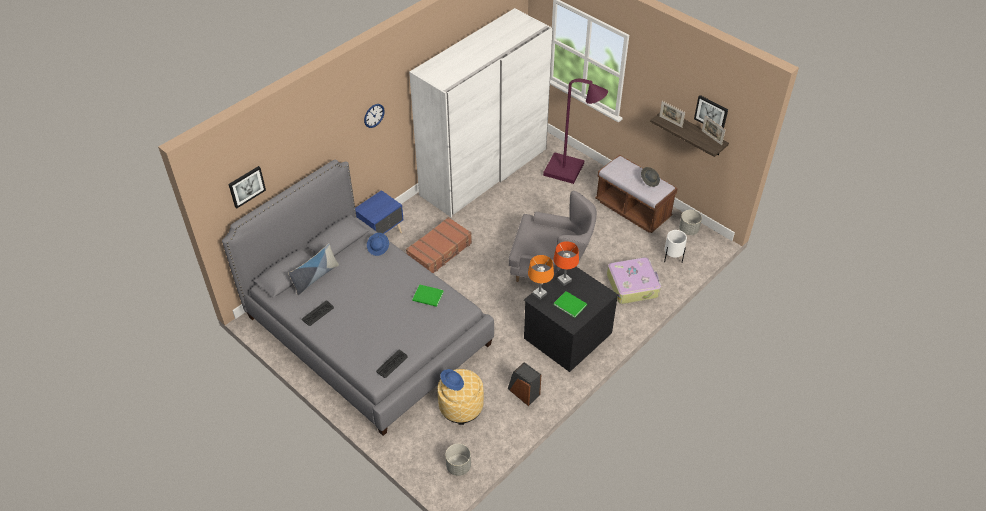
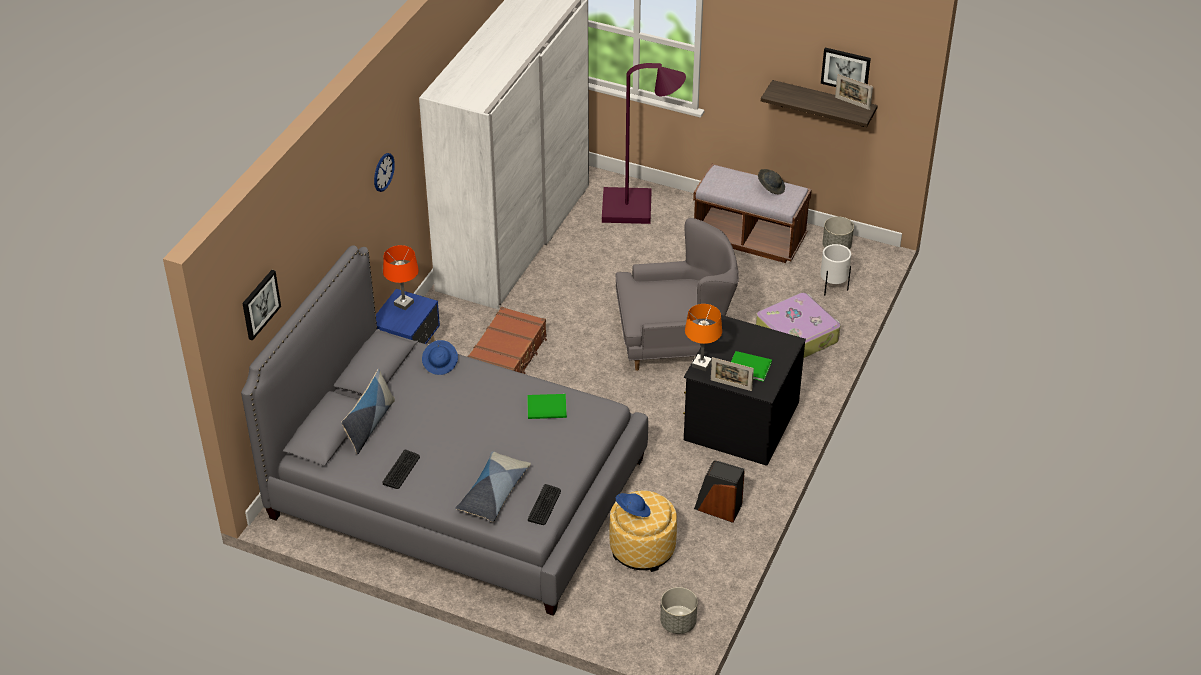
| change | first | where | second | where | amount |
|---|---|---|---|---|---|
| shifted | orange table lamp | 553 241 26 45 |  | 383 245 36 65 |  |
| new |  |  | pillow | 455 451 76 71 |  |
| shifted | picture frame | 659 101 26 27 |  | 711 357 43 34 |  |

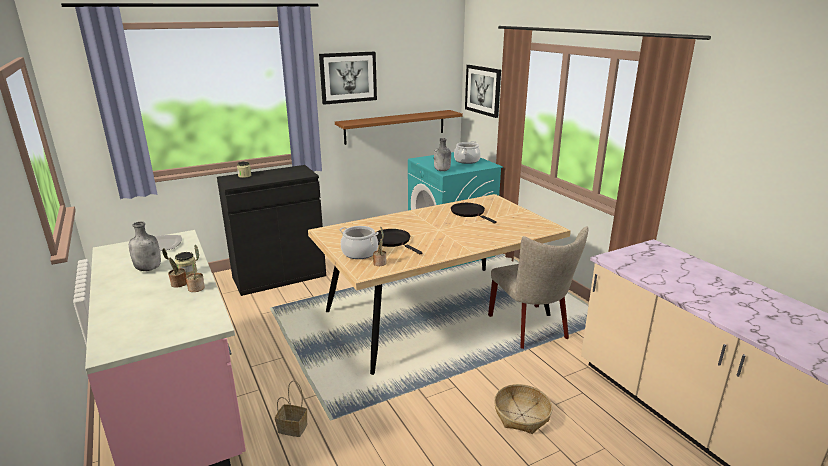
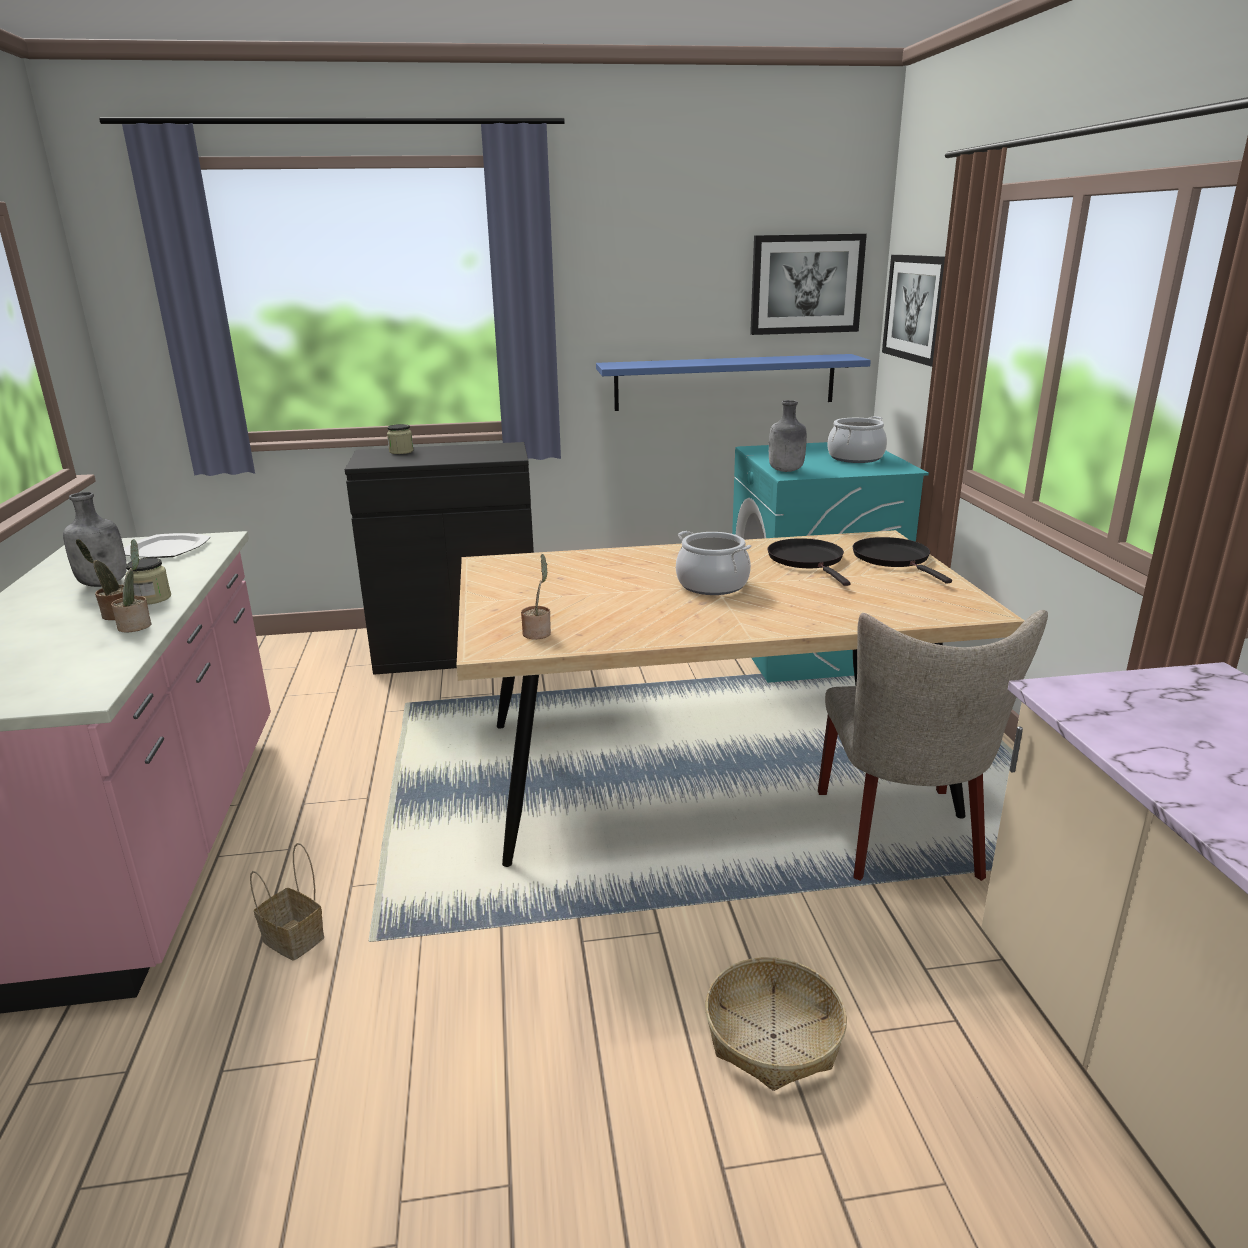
| change | first | where | second | where | amount |
|---|---|---|---|---|---|
| repainted | brown shelf | 335 110 128 35 | blue shelf | 596 354 275 57 |  |
| shifted | cooking pot | 339 226 40 33 |  | 676 531 75 64 |  |
| shifted | picture | 319 52 58 53 |  | 750 234 117 101 |  |
| shifted | black frying pan | 375 229 47 25 |  | 853 537 99 46 |  |

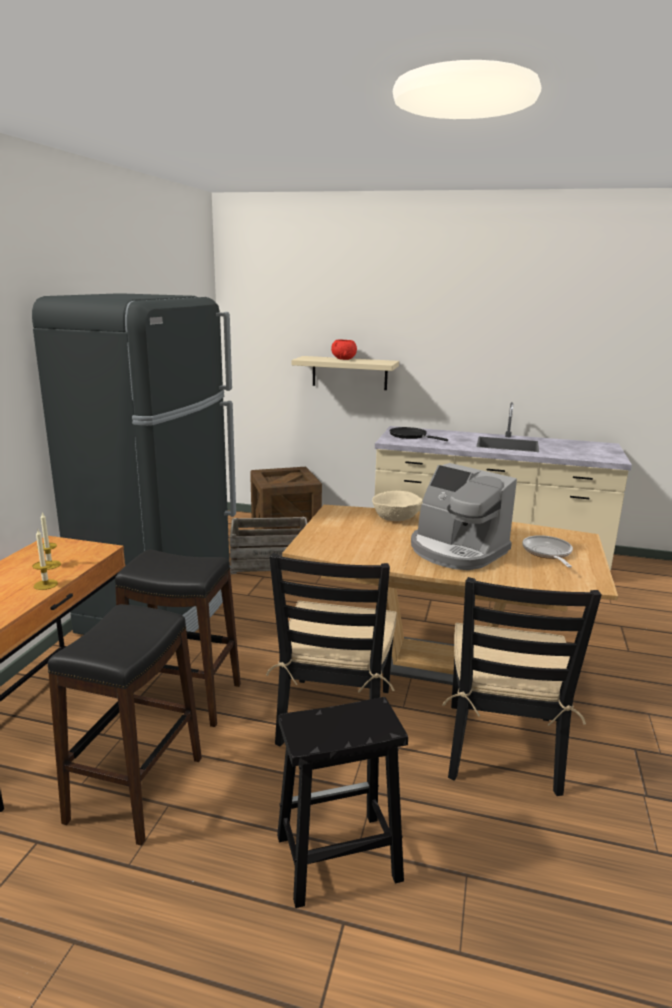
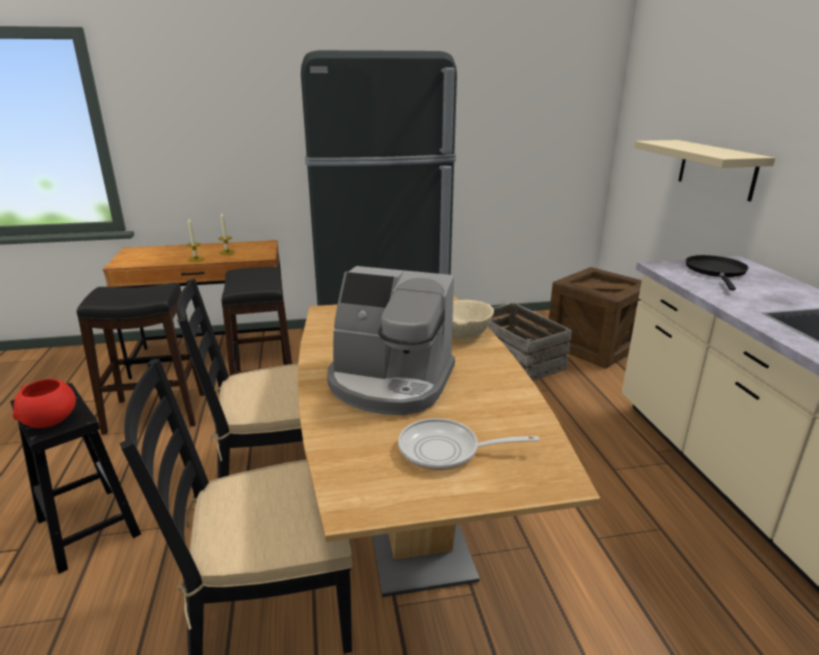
| change | first | where | second | where | amount |
|---|---|---|---|---|---|
| shifted | red bowl | 331 340 26 20 |  | 13 379 63 49 |  |
| rotated | coffee machine | 411 463 106 107 |  | 327 266 128 149 | 90 degrees counterclockwise |
| rotated | frying pan | 522 535 51 33 |  | 398 418 141 53 | 150 degrees counterclockwise |

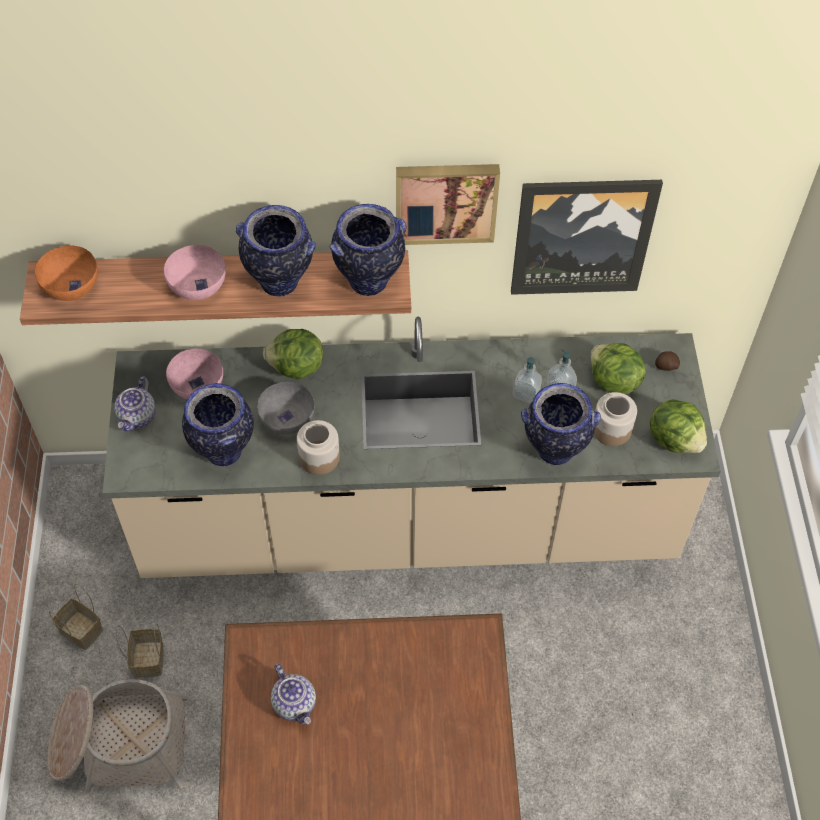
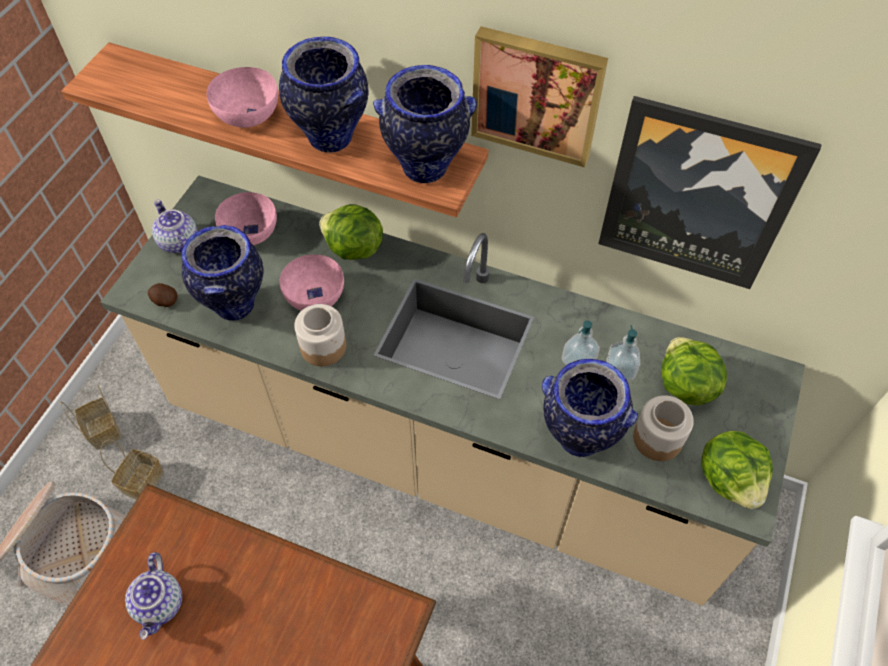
| change | first | where | second | where | amount |
|---|---|---|---|---|---|
| shifted | potato | 655 351 25 20 |  | 148 283 29 24 |  |
| rotated | teapot | 114 376 42 55 |  | 152 199 45 54 | 105 degrees clockwise |
| repainted | grey bowl | 257 382 58 53 | pink bowl | 280 254 64 57 |  |
| gone | orange bowl | 35 245 63 56 |  |  |  |

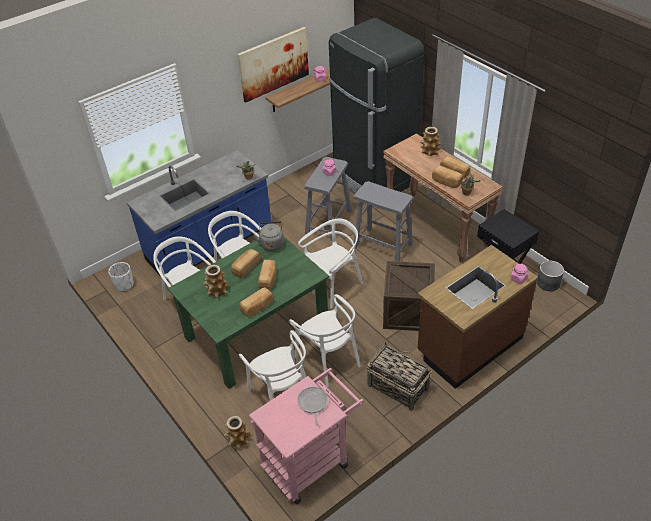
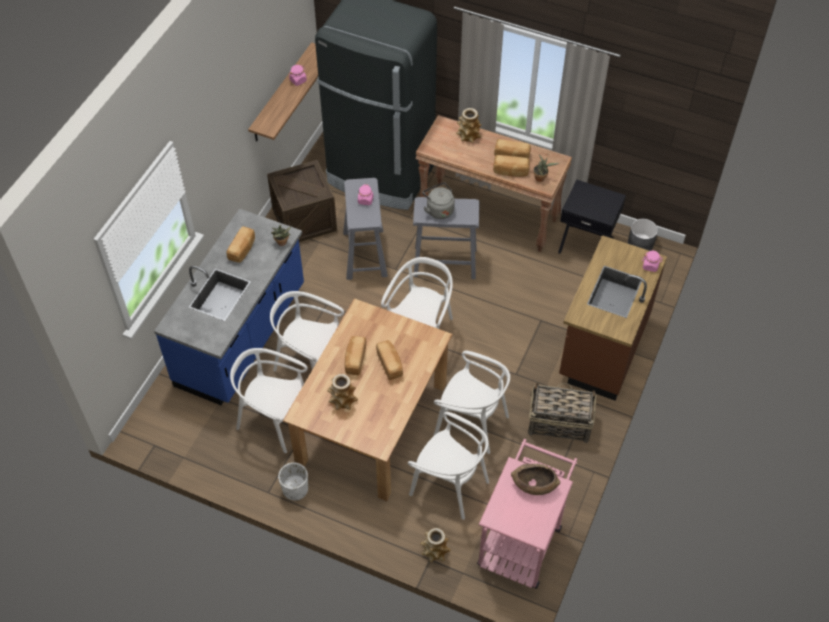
| change | first | where | second | where | amount |
|---|---|---|---|---|---|
| shifted | bread | 239 287 34 30 |  | 227 226 28 37 |  |
| shifted | crate | 383 261 52 70 |  | 267 160 70 82 |  |
| shifted | white planter | 108 262 26 30 |  | 278 463 30 38 |  |
| repainted | green dining table | 167 237 163 152 | brown dining table | 283 298 170 203 |  |
| shifted | grey kettle | 254 221 30 30 |  | 422 182 33 37 |  |
| swapped | frying pan | 297 387 31 38 | brown bowl | 511 464 49 31 |  |
| gone | picture | 237 27 72 76 |  |  |  |

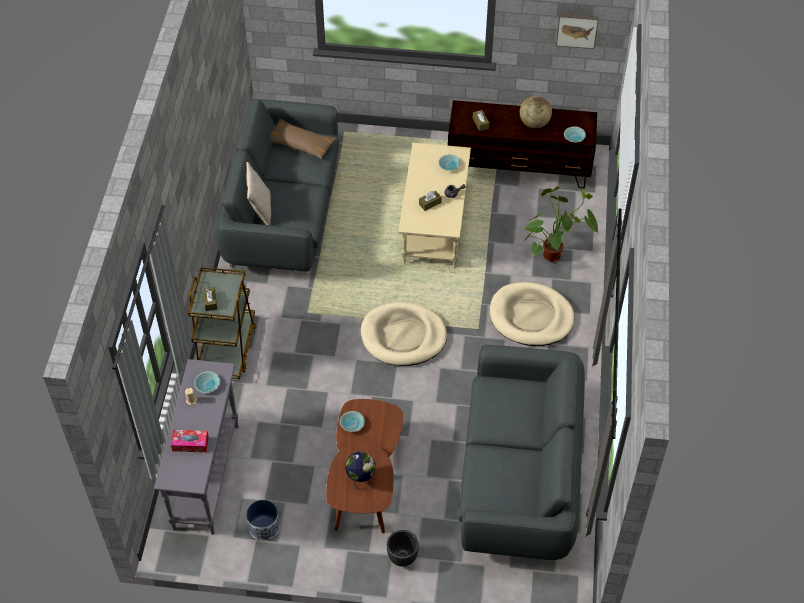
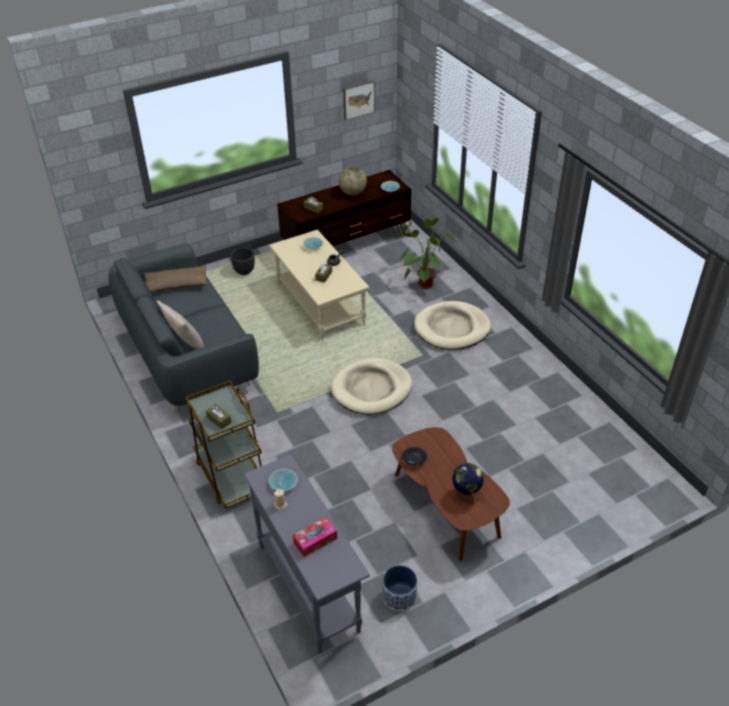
| change | first | where | second | where | amount |
|---|---|---|---|---|---|
| shifted | black planter | 387 530 32 37 |  | 231 248 24 27 |  |
| repainted | turquoise bowl | 340 411 25 21 | black bowl | 402 447 25 19 |  |
| gone | grey sofa | 458 345 127 215 |  |  |  |

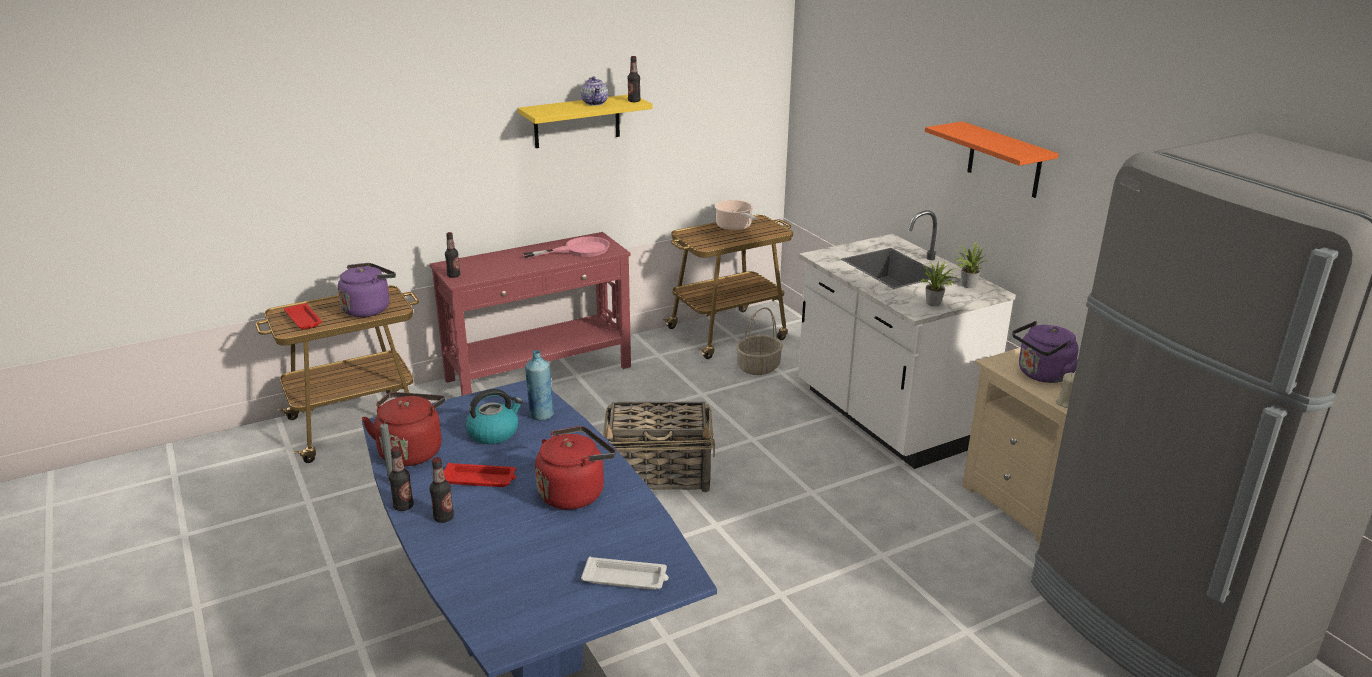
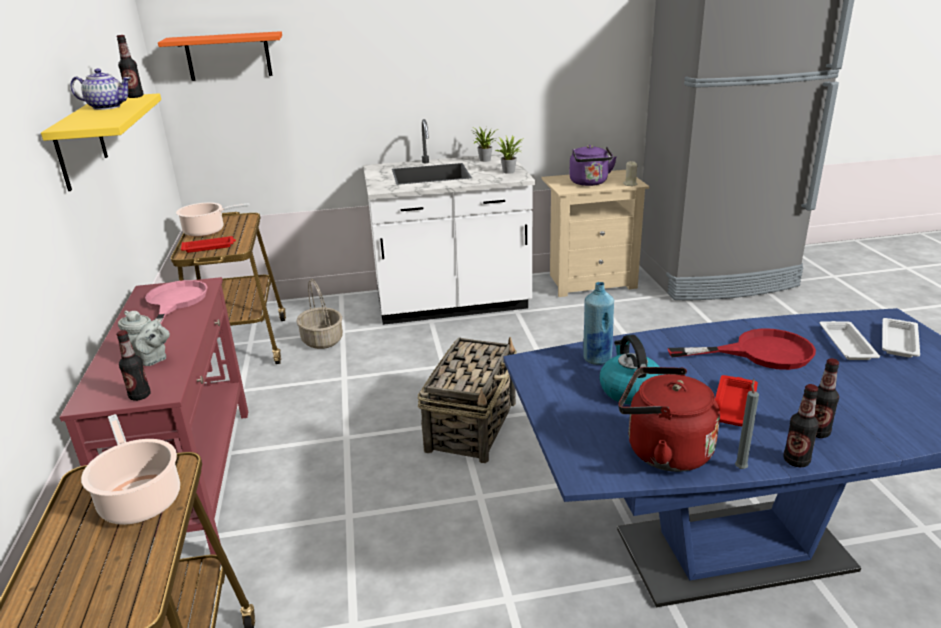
| change | first | where | second | where | amount |
|---|---|---|---|---|---|
| swapped | purple kettle | 338 263 58 54 | cooking pot | 81 414 99 111 |  |
| new |  |  | grey teapot | 118 311 52 55 |  |
| shifted | orange shelf | 925 121 134 77 |  | 158 31 124 50 |  |
| shifted | red tray | 284 303 38 27 |  | 181 236 55 17 |  |
| swapped | red kettle | 535 426 81 84 | red frying pan | 668 328 148 42 |  |
| new |  |  | white tray | 820 321 60 39 |  |

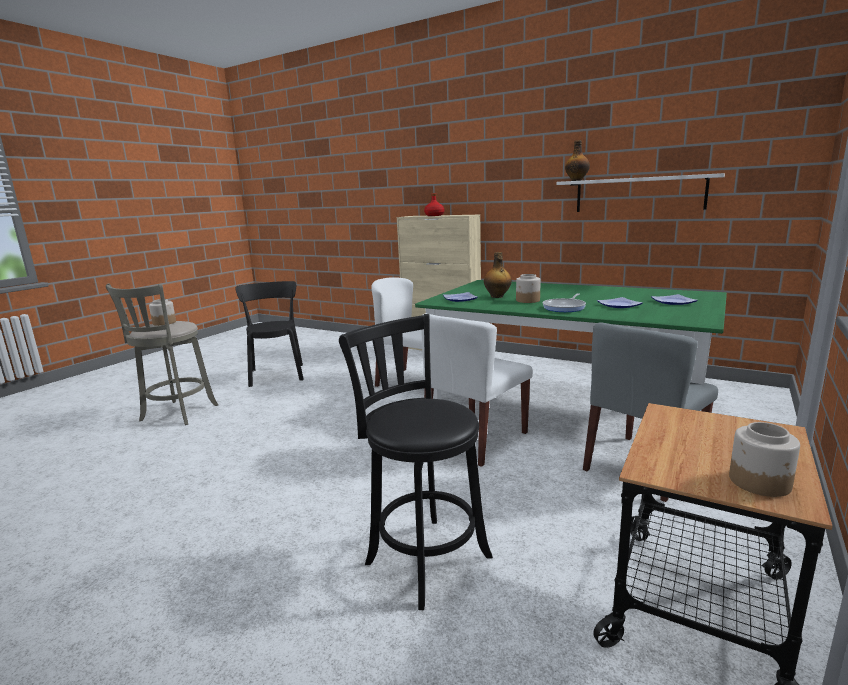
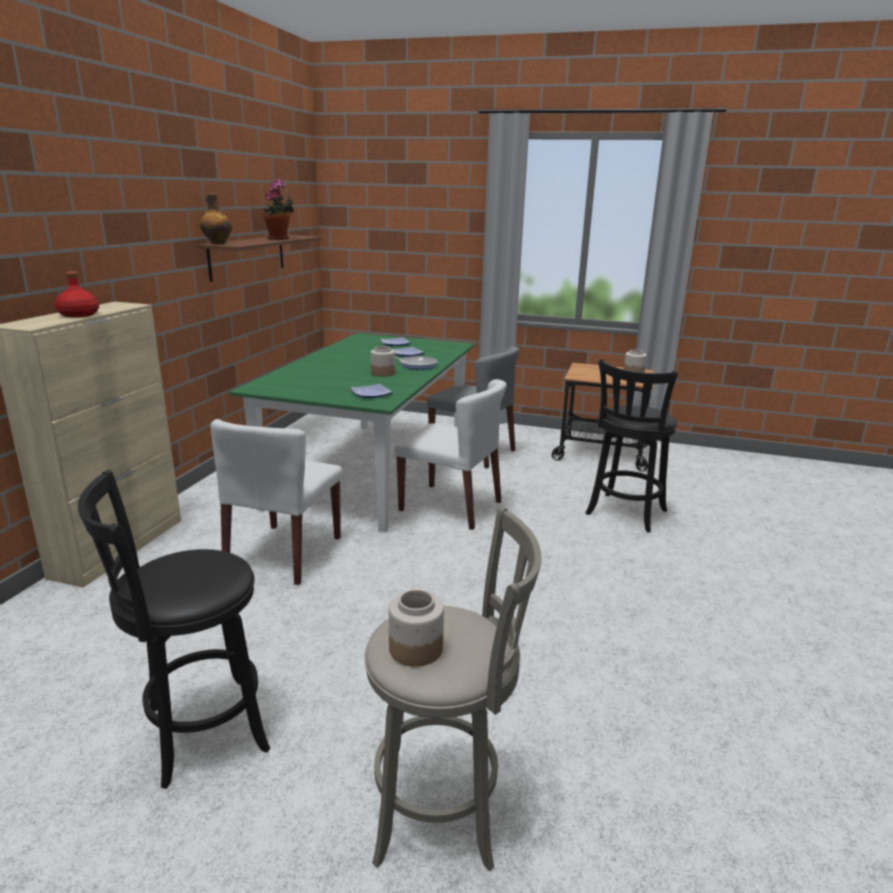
| change | first | where | second | where | amount |
|---|---|---|---|---|---|
| swapped | black chair | 235 281 69 106 | black stool | 78 470 192 319 |  |
| repainted | white shelf | 556 173 169 39 | brown shelf | 197 235 124 47 |  |
| new |  |  | potted plant | 262 178 32 62 |  |
| gone | bottle | 484 252 28 46 |  |  |  |

